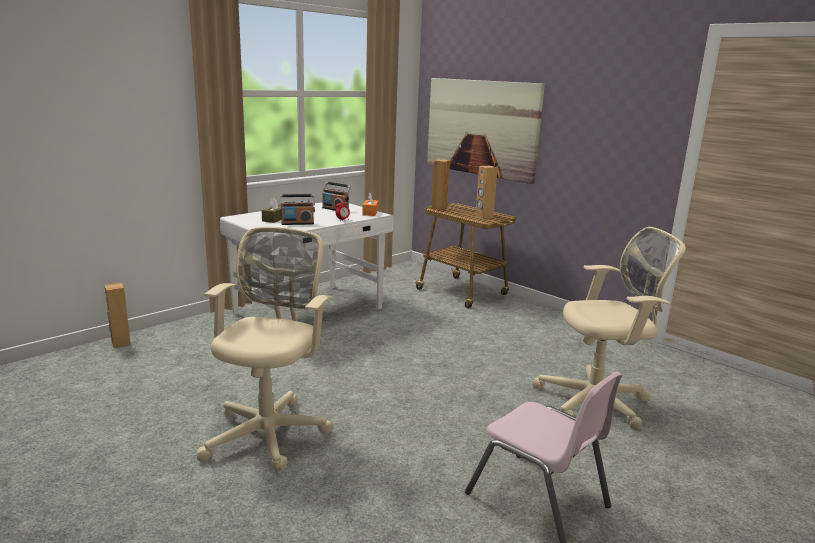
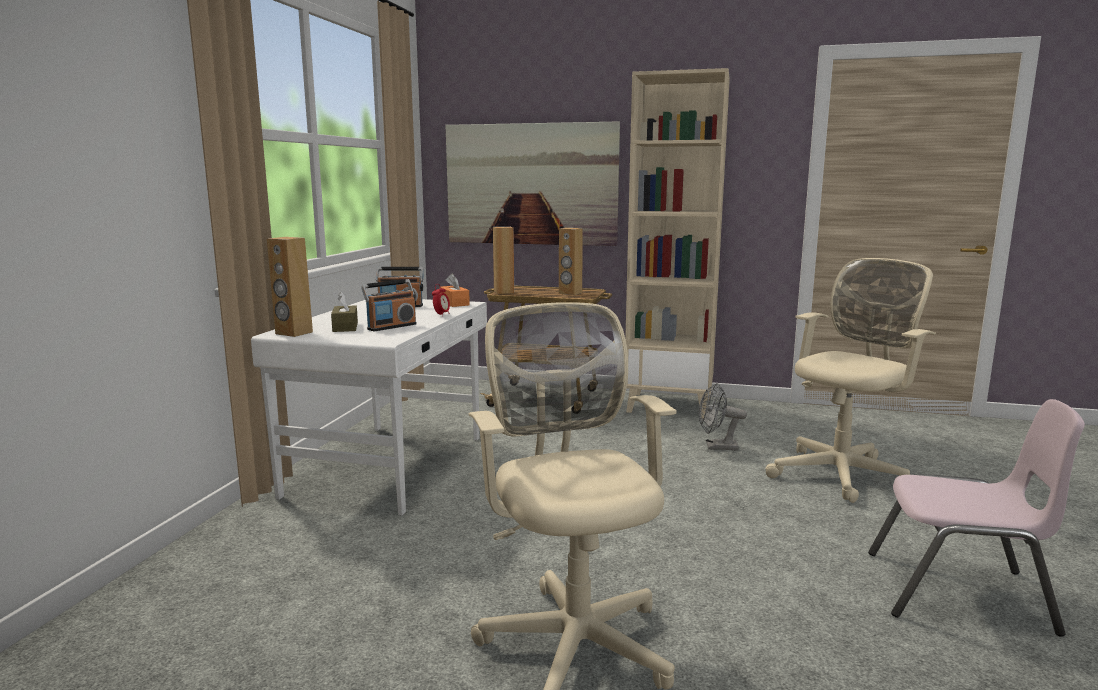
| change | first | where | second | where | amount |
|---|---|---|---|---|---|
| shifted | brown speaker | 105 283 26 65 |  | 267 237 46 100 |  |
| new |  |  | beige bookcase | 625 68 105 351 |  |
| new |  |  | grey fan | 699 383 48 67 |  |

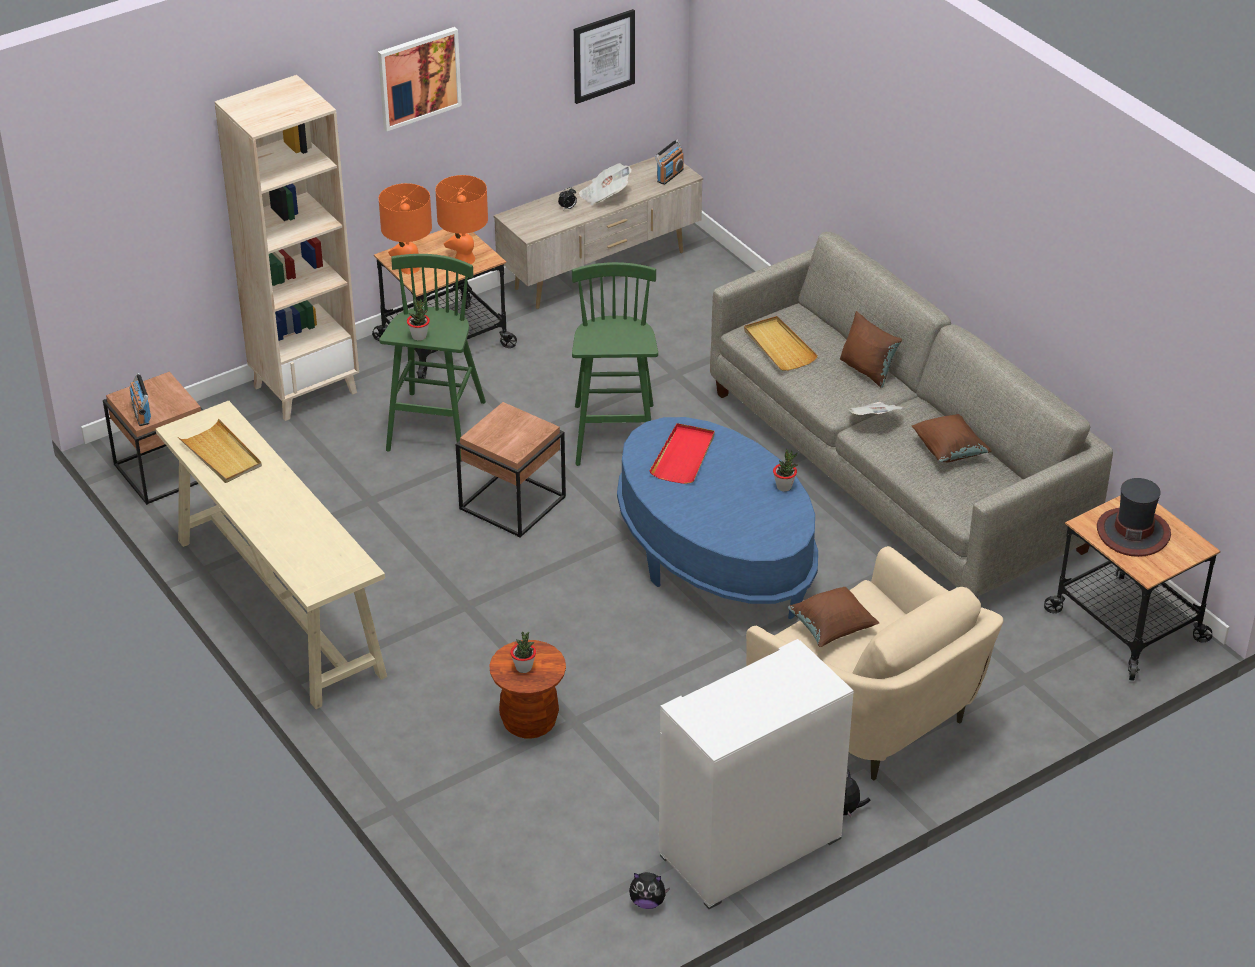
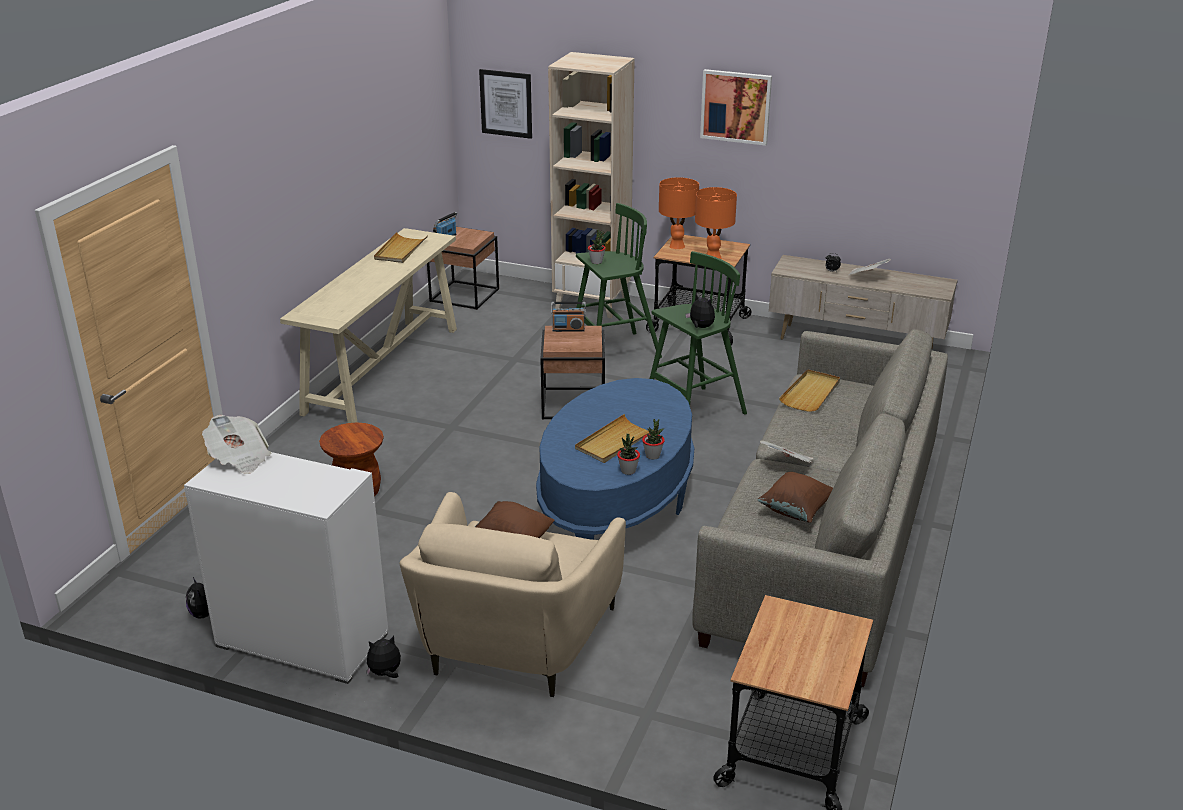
| change | first | where | second | where | amount |
|---|---|---|---|---|---|
| new |  |  | newspaper | 202 415 69 59 |  |
| shifted | picture | 574 9 61 95 |  | 479 69 53 70 |  |
| shifted | radio | 655 140 29 45 |  | 551 302 35 30 |  |
| new |  |  | beige tray | 575 414 75 49 |  |
| shifted | potted plant | 510 632 26 41 |  | 617 434 23 41 |  |
| new |  |  | plush toy | 685 294 30 34 |  |
| gone | red tray | 649 423 66 61 |  |  |  |
| gone | brown pillow | 840 311 62 77 |  |  |  |
| gone | hat | 1097 478 74 79 |  |  |  |

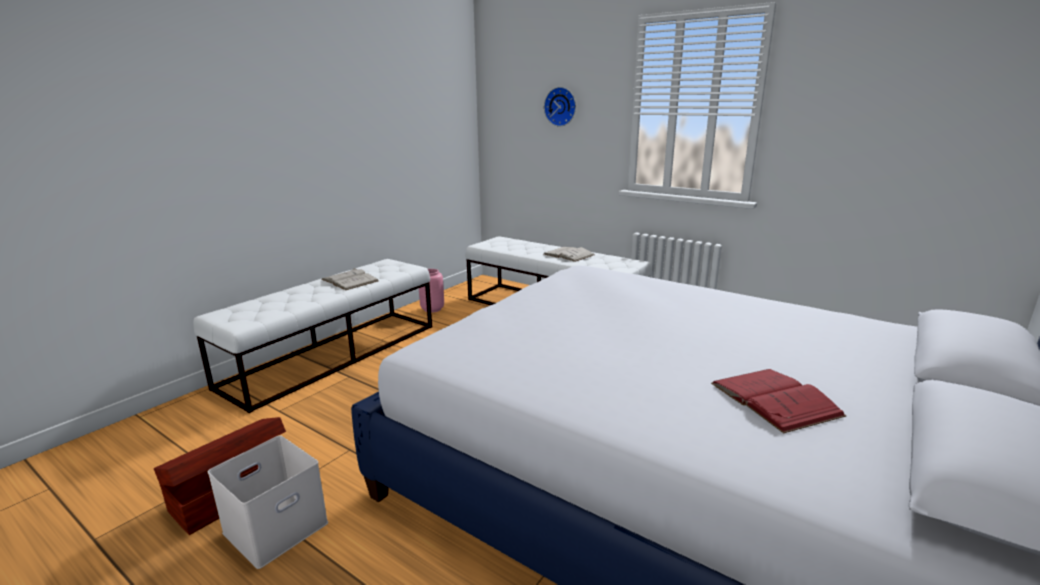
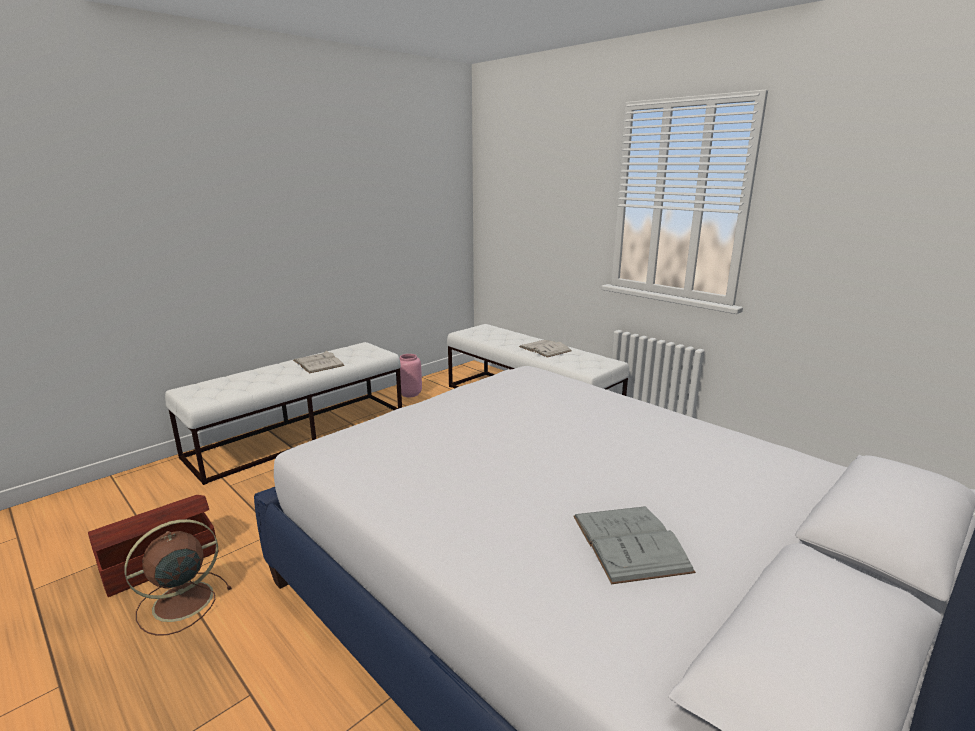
| change | first | where | second | where | amount |
|---|---|---|---|---|---|
| swapped | white storage box | 208 435 120 134 | brown fan | 124 519 108 117 |  |
| repainted | red book | 711 369 136 64 | grey book | 573 506 123 79 |  |
| gone | wall clock | 544 87 32 40 |  |  |  |

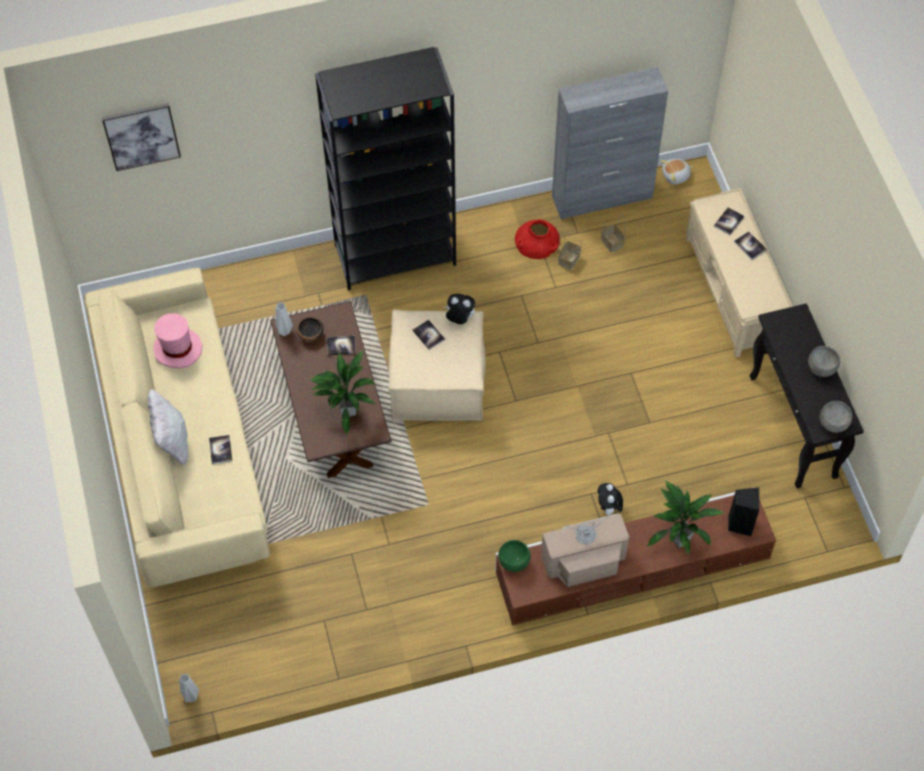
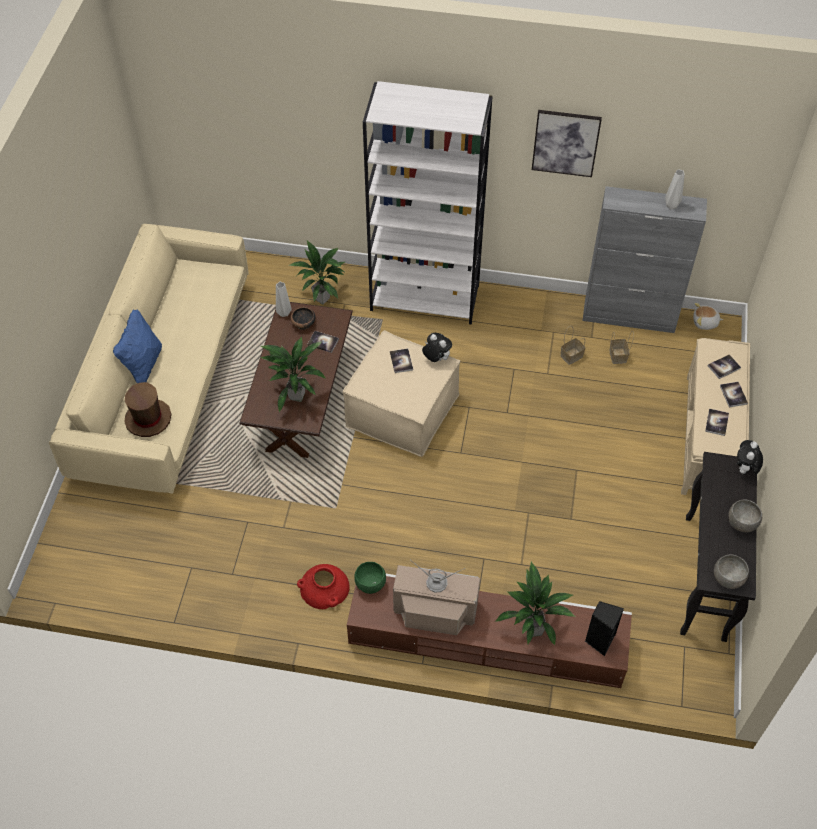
| change | first | where | second | where | amount |
|---|---|---|---|---|---|
| repainted | white pillow | 148 389 40 77 | blue pillow | 113 309 49 74 |  |
| new |  |  | brown hat | 124 382 47 55 |  |
| new |  |  | potted plant | 289 240 57 64 |  |
| shifted | red vase | 515 219 45 40 |  | 297 564 53 45 |  |
| repainted | black bookcase | 315 47 141 243 | white bookcase | 363 81 130 244 |  |
| shifted | picture | 102 103 79 68 |  | 532 110 70 67 |  |
| shifted | grey vase | 179 674 20 28 |  | 665 170 20 40 |  |
| shifted | book | 209 435 23 29 |  | 705 408 24 28 |  |
| shifted | plush toy | 598 483 25 32 |  | 737 440 26 34 |  |
| gone | pink hat | 153 313 50 55 |  |  |  |

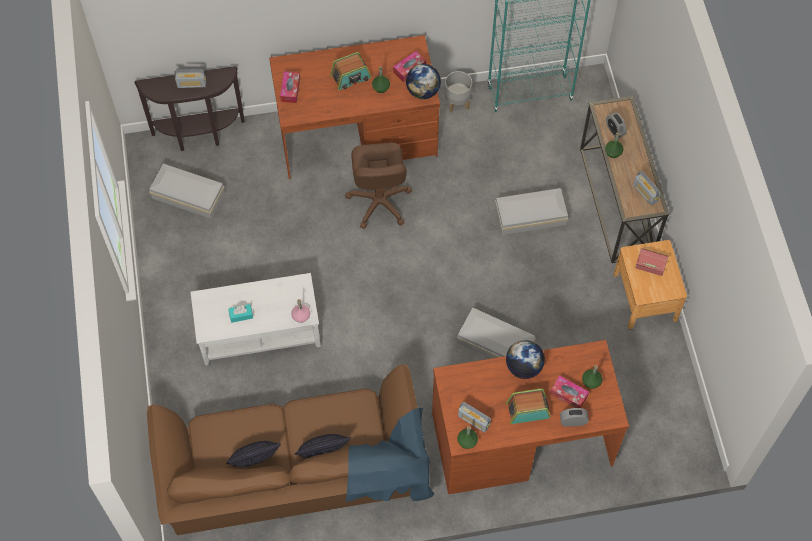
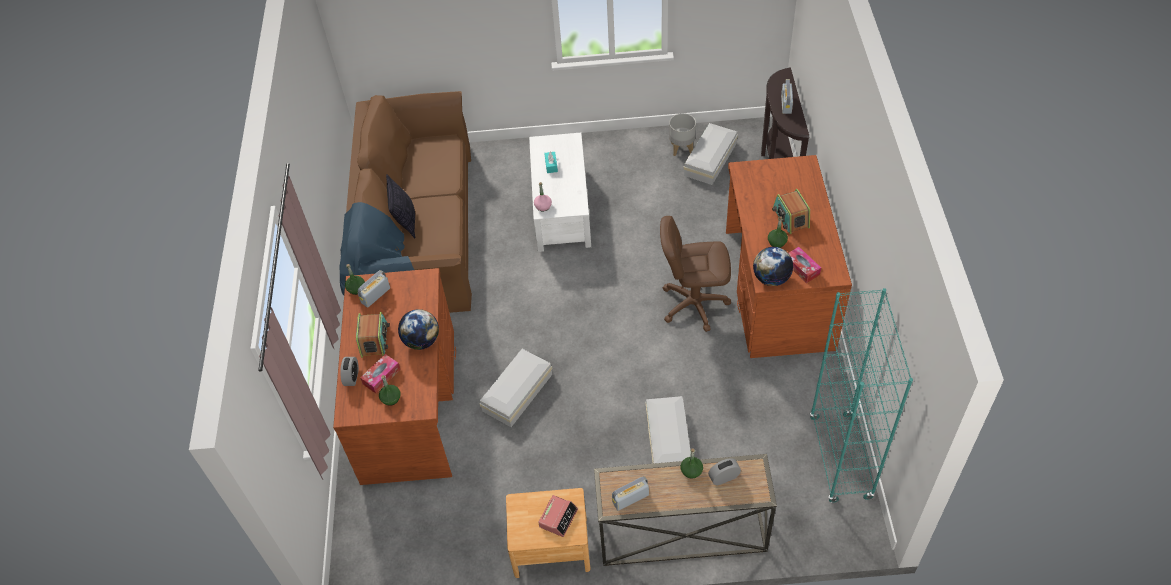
| change | first | where | second | where | amount |
|---|---|---|---|---|---|
| shifted | grey planter | 445 71 27 42 |  | 669 113 27 43 |  |
| gone | pillow | 227 441 54 26 |  |  |  |
| gone | tissue box | 280 71 20 32 |  |  |  |

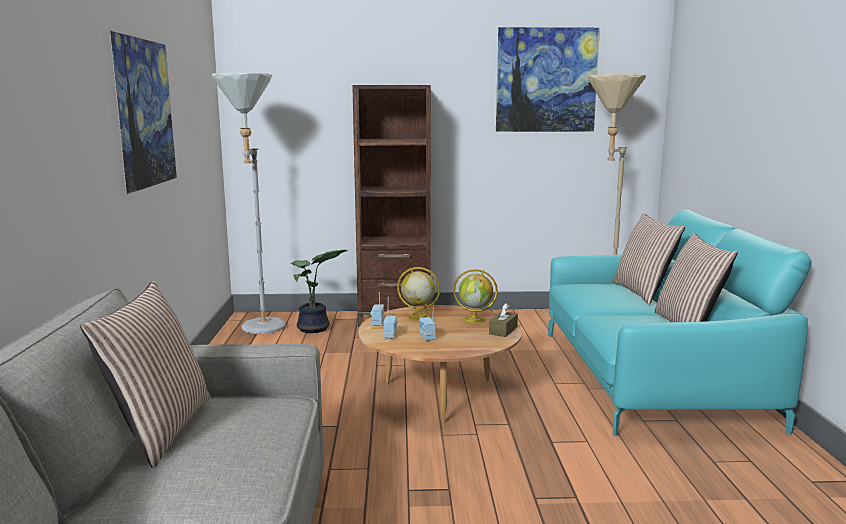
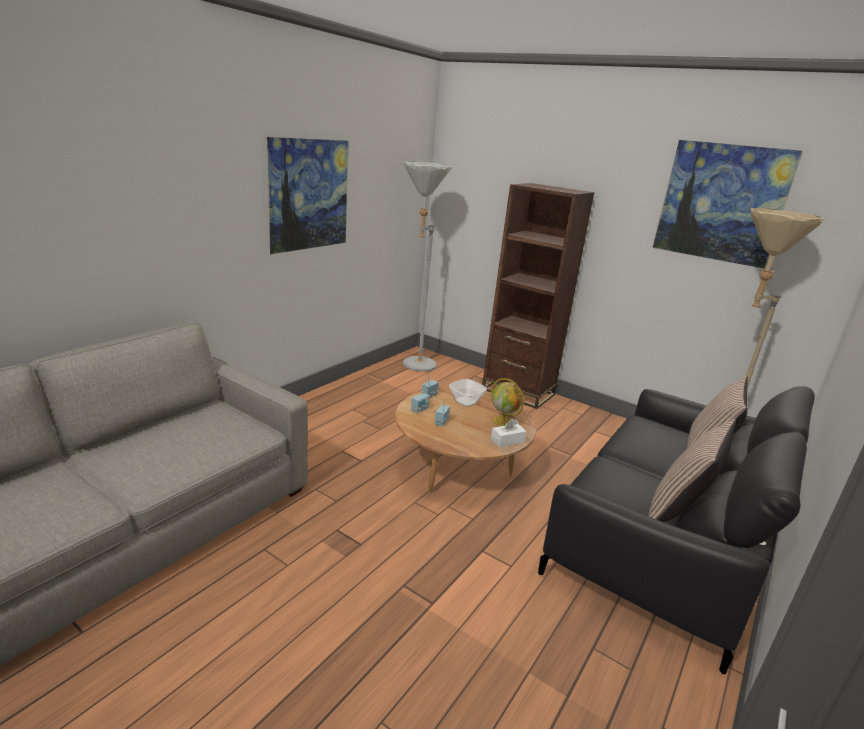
| change | first | where | second | where | amount |
|---|---|---|---|---|---|
| swapped | globe | 397 267 43 54 | bowl | 449 379 38 28 |  |
| repainted | brown tissue box | 489 303 29 34 | white tissue box | 491 419 36 28 |  |
| repainted | turquoise sofa | 548 209 264 227 | black sofa | 538 386 277 288 |  |
| gone | pillow | 80 281 131 187 |  |  |  |
| gone | potted plant | 290 249 58 84 |  |  |  |

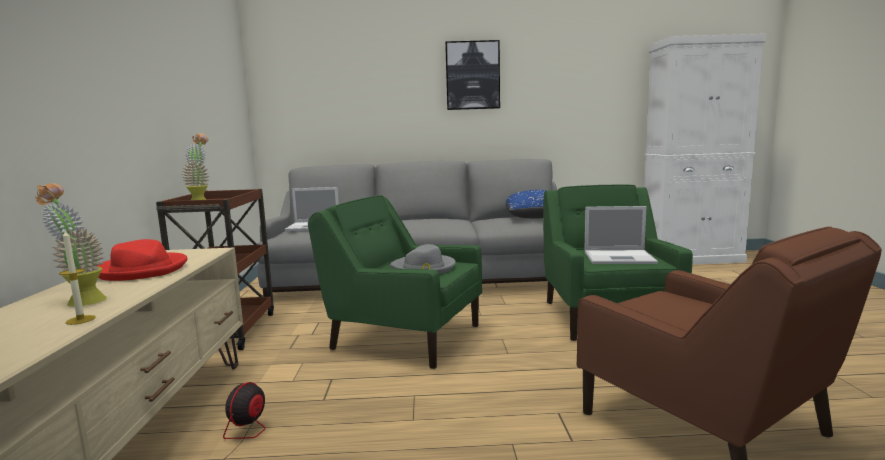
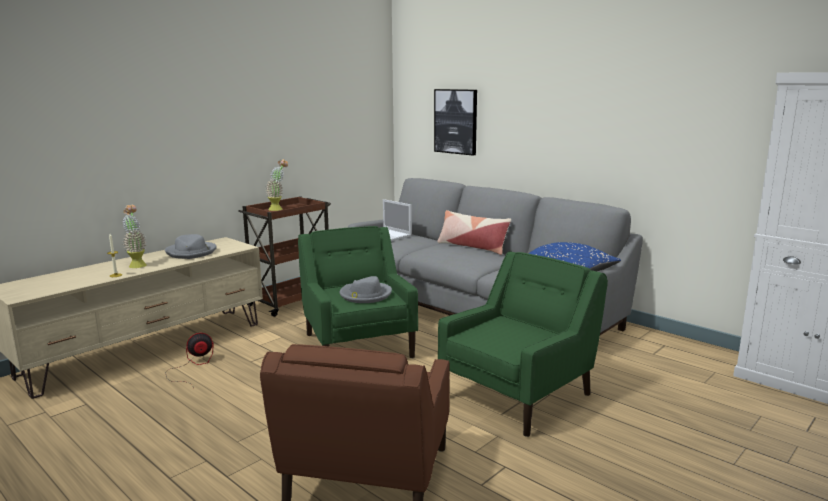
| change | first | where | second | where | amount |
|---|---|---|---|---|---|
| repainted | red hat | 97 239 91 42 | grey hat | 165 234 52 25 |  |
| shifted | picture | 445 40 55 70 |  | 434 89 43 67 |  |
| new |  |  | pillow | 437 210 74 45 |  |
| gone | laptop | 584 206 74 58 |  |  |  |

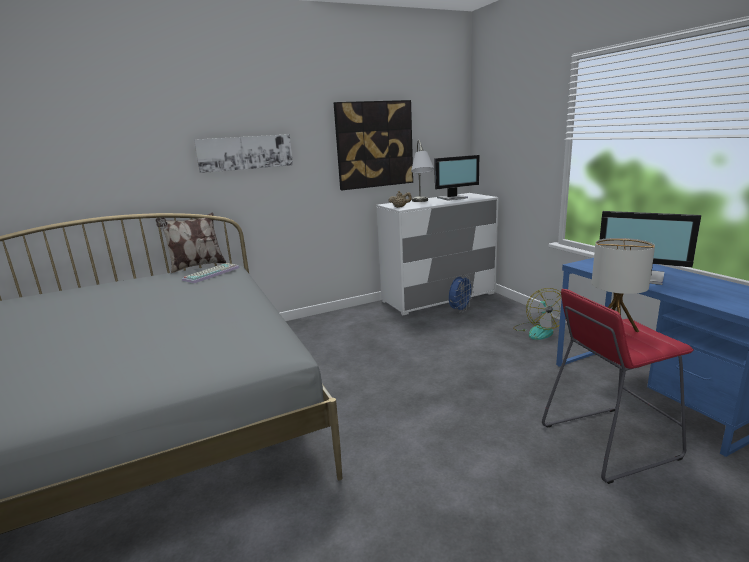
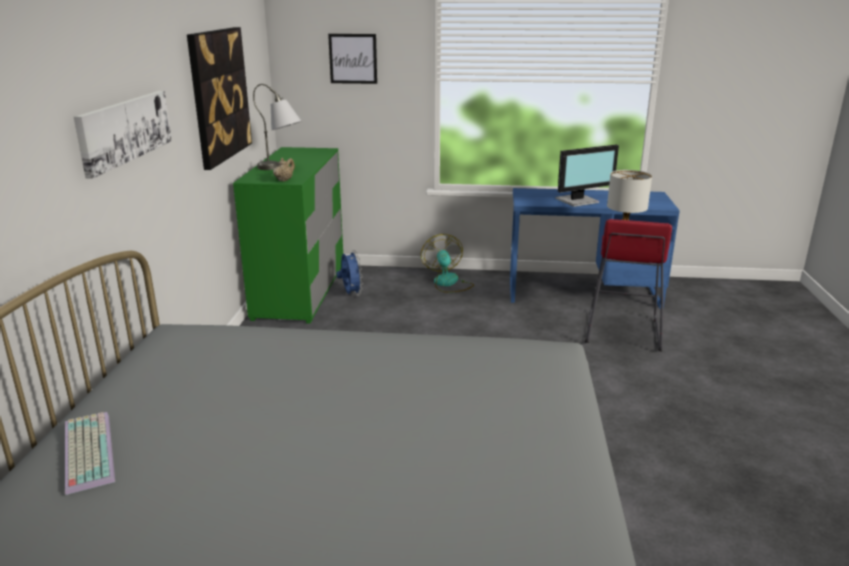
| change | first | where | second | where | amount |
|---|---|---|---|---|---|
| shifted | keyboard | 182 263 58 20 |  | 65 412 50 83 |  |
| repainted | white dresser | 376 193 123 122 | green dresser | 233 147 110 177 |  |
| new |  |  | picture | 328 34 49 50 |  |
| rotated | fan | 513 288 49 52 |  | 421 234 53 59 | 135 degrees counterclockwise |
| gone | pillow | 156 213 70 60 |  |  |  |
| gone | monitor | 434 155 45 46 |  |  |  |

